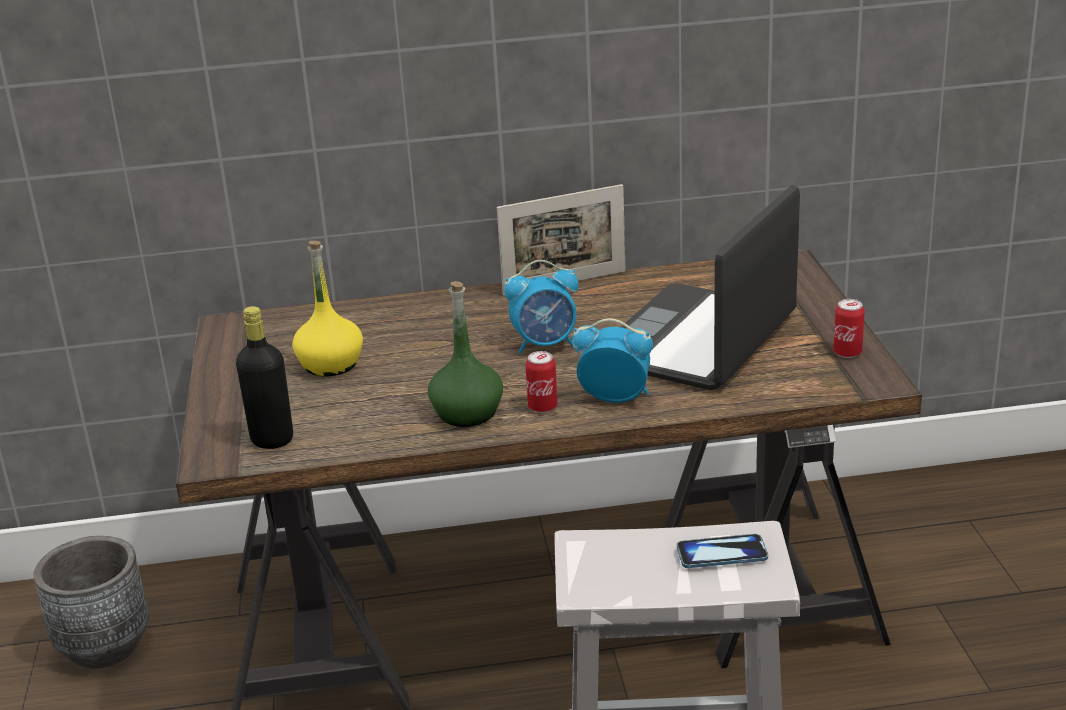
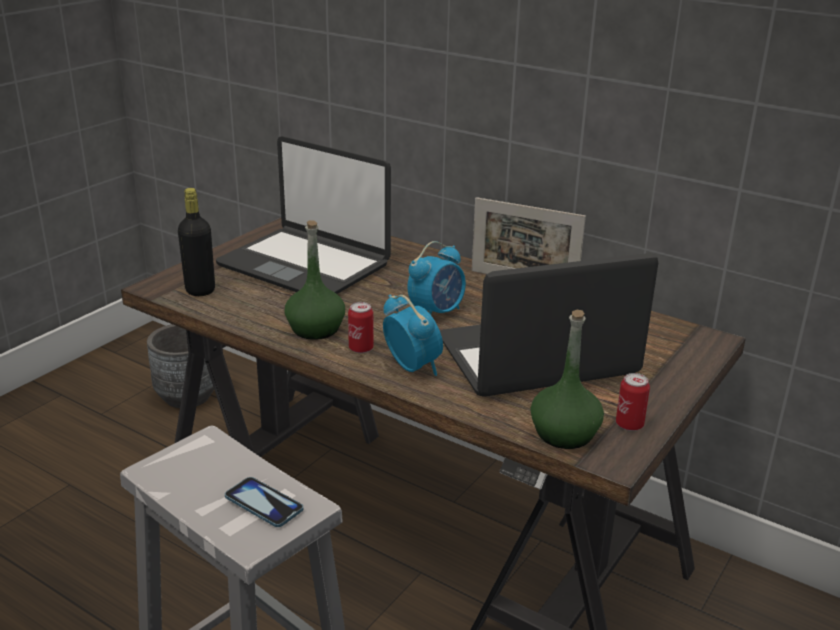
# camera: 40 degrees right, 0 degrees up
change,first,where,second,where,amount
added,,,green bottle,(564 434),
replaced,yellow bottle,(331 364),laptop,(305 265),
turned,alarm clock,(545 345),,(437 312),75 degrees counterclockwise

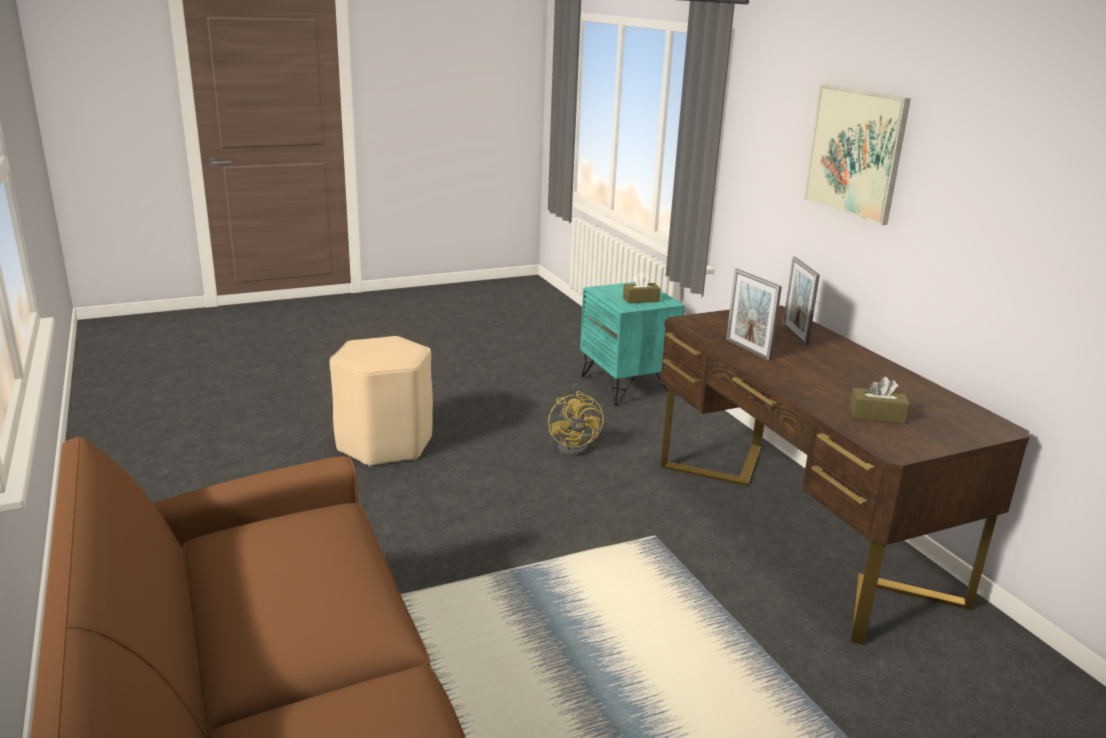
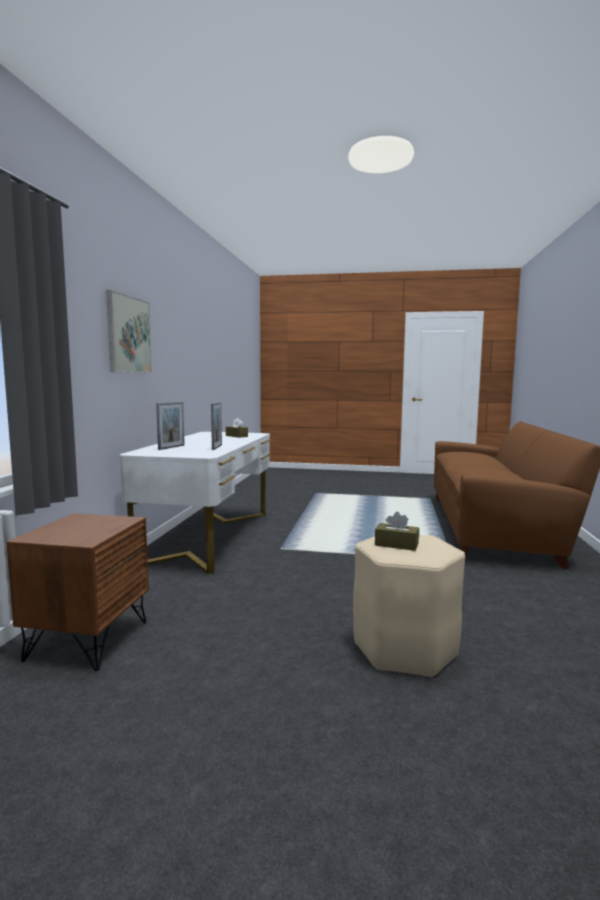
# camera: 145 degrees left, 15 degrees down
change,first,where,second,where,amount
removed,yellow fan,(577 447),,,
moved,brown tissue box,(641 299),,(396 544),
recoloured,turquoise nightstand,(627 386),brown nightstand,(87 640),
recoloured,brown desk,(797 528),white desk,(208 536),

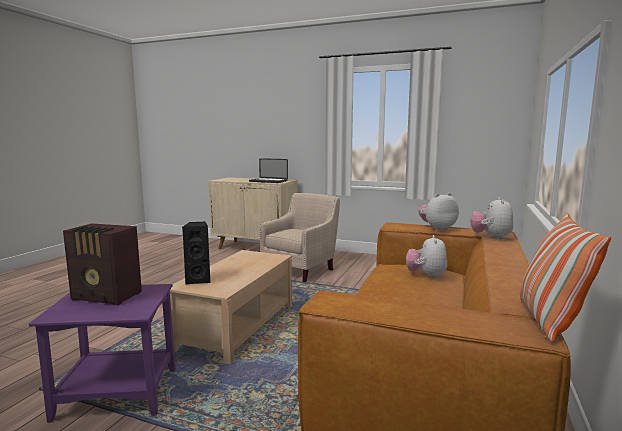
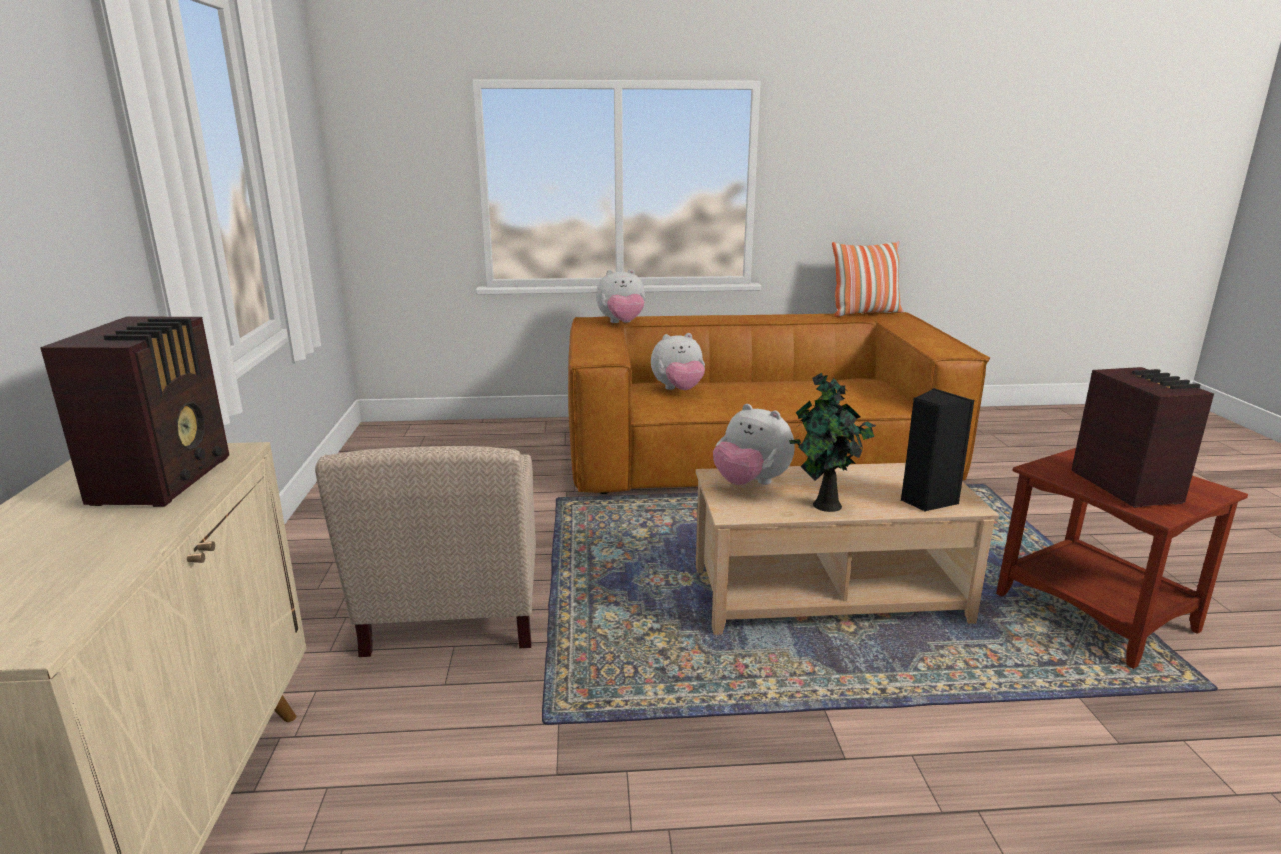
# camera: 115 degrees left, 10 degrees up
change,first,where,second,where,amount
added,,,potted plant,(825 506),
moved,plush toy,(437 229),,(751 483),
replaced,laptop,(268 181),radio,(166 479),
recoloured,purple side table,(117 394),brown side table,(1096 612),
turned,beige armchair,(301 269),,(450 620),105 degrees counterclockwise

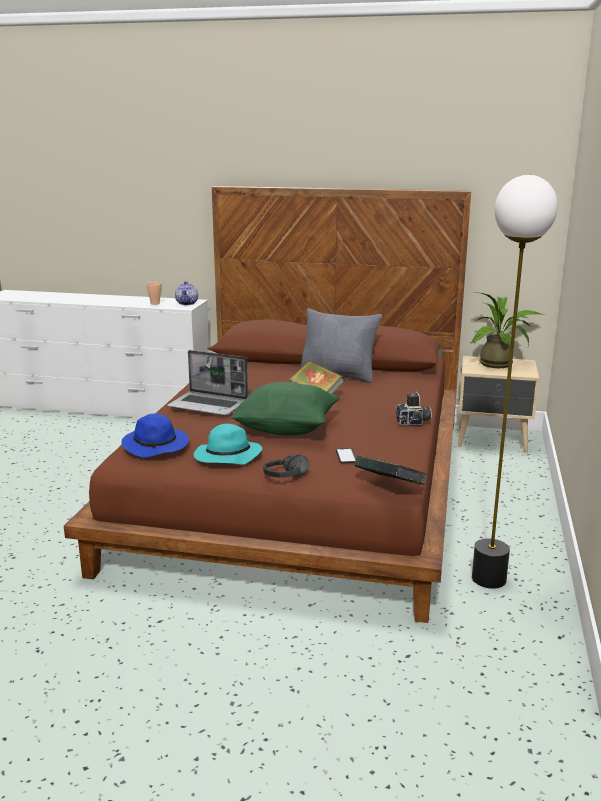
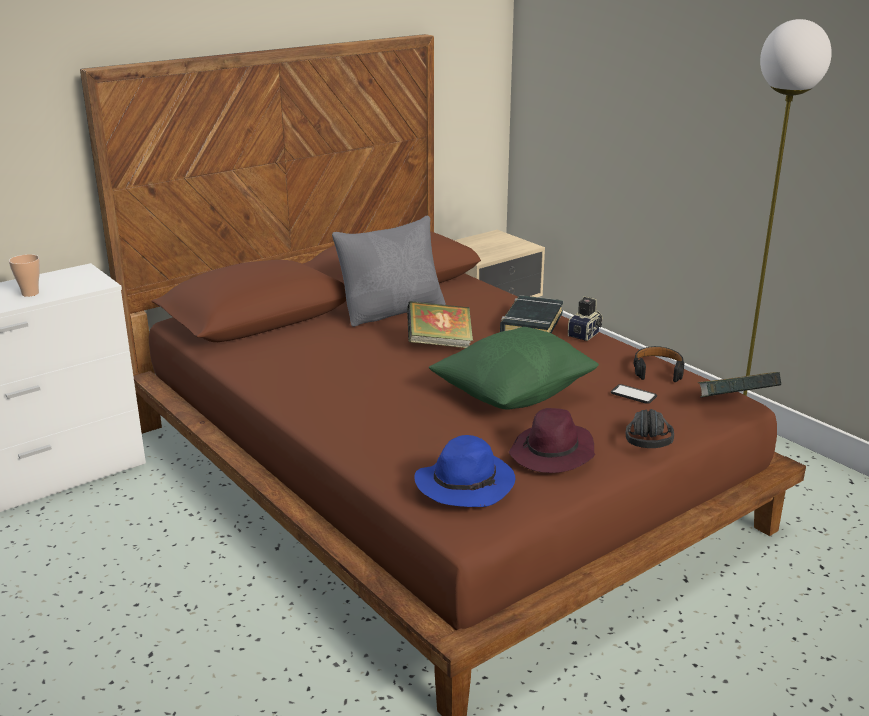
# camera: 50 degrees left, 5 degrees up
change,first,where,second,where,amount
removed,laptop,(209 405),,,
removed,teapot,(187 303),,,
removed,potted plant,(500 364),,,
added,,,black book,(531 323),
added,,,black headphones,(658 370),
recoloured,turquoise hat,(227 457),purple hat,(552 454),

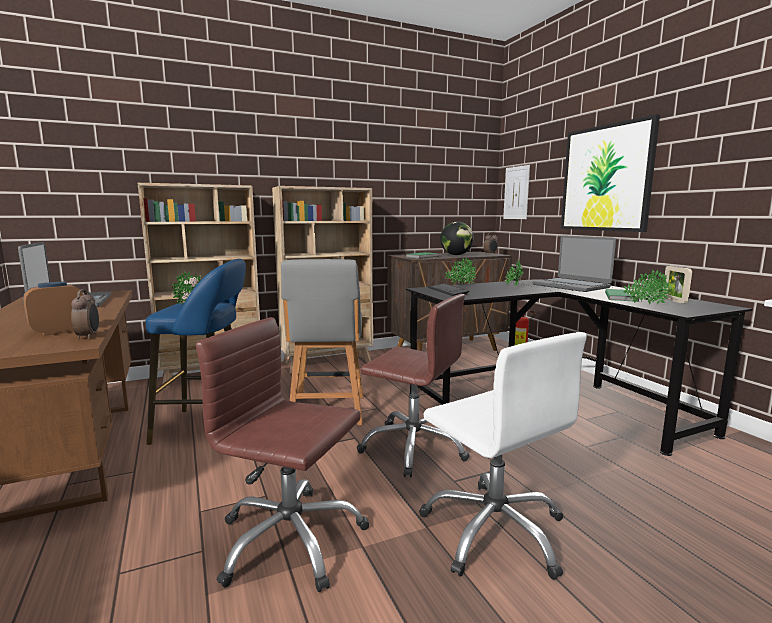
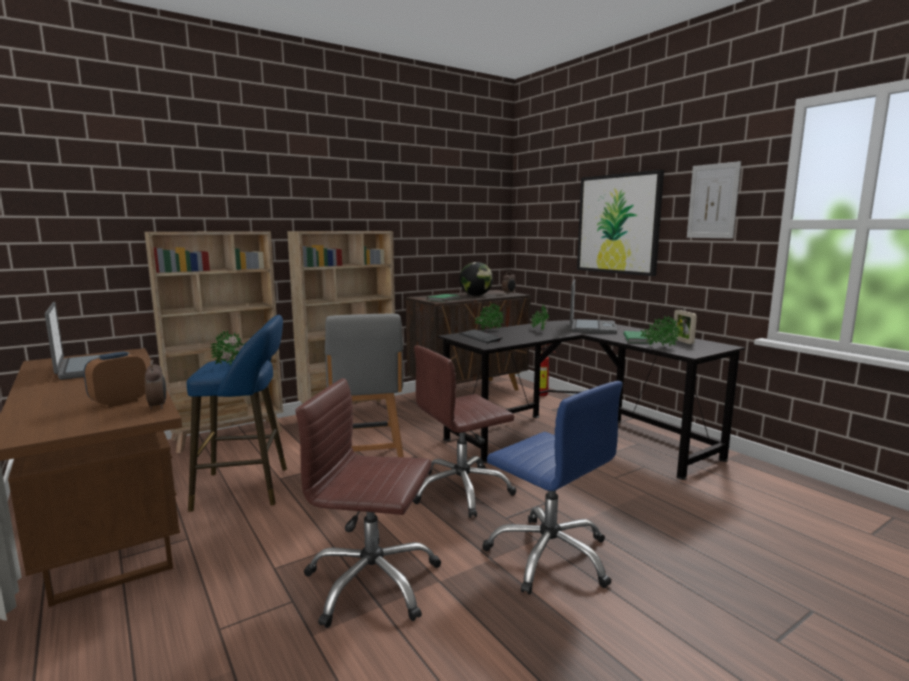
# camera: 10 degrees left, 0 degrees up
change,first,where,second,where,amount
moved,picture,(516 193),,(713 201),
recoloured,white office chair,(495 530),blue office chair,(550 555),
turned,brown office chair,(414 447),,(461 491),135 degrees clockwise
turned,laptop,(571 286),,(591 327),120 degrees counterclockwise

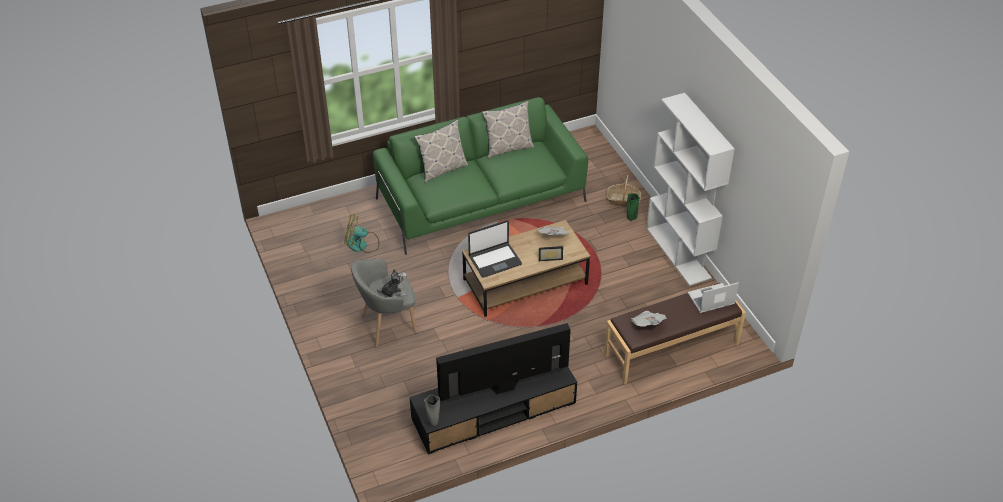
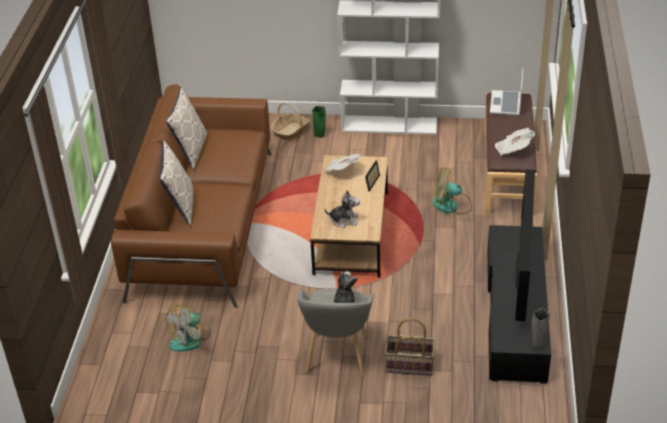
# camera: 60 degrees left, 5 degrees down
change,first,where,second,where,amount
added,,,basket,(409 365),
added,,,fan,(451 205),
replaced,laptop,(494 260),plush toy,(344 220),
recoloured,green sofa,(481 199),brown sofa,(202 223),

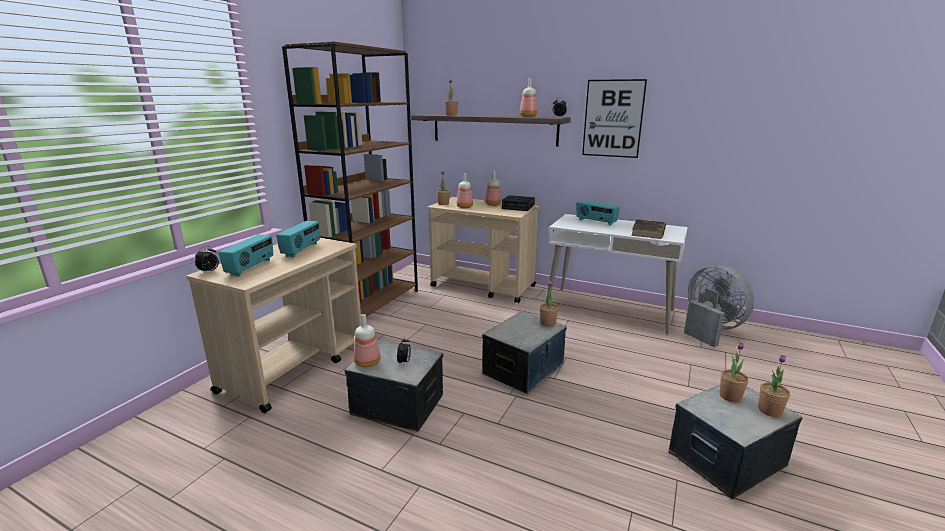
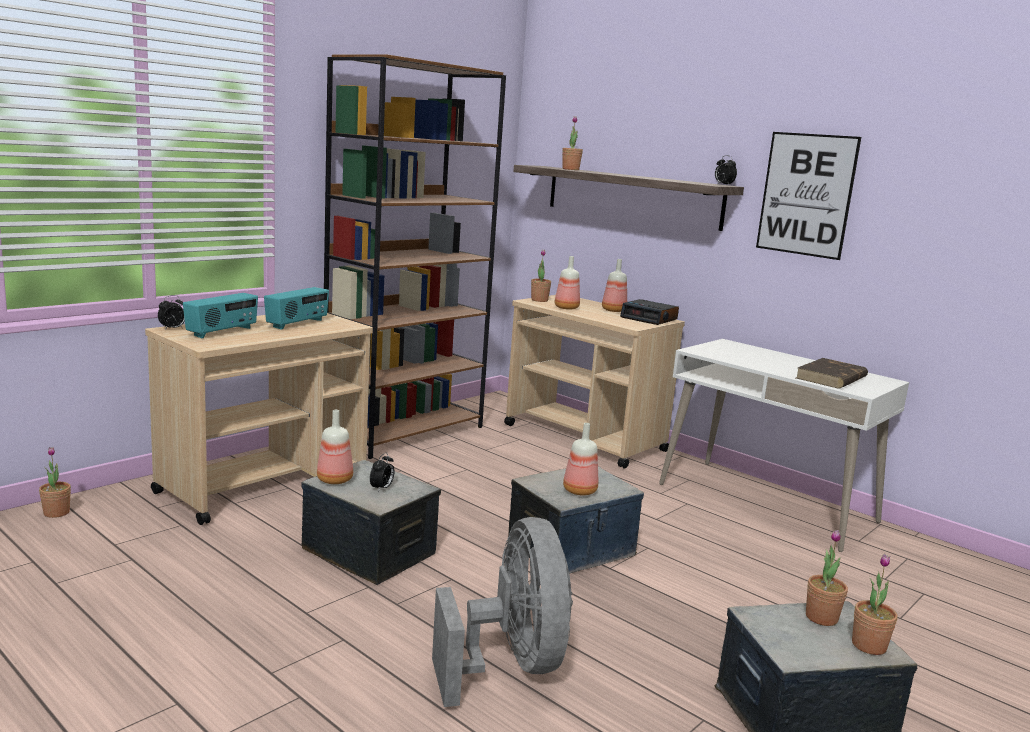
# camera: 15 degrees right, 5 degrees down
change,first,where,second,where,amount
removed,radio,(595 222),,,
moved,bottle,(527 116),,(578 491),
moved,potted plant,(548 323),,(56 513),
moved,grey fan,(710 329),,(510 665),

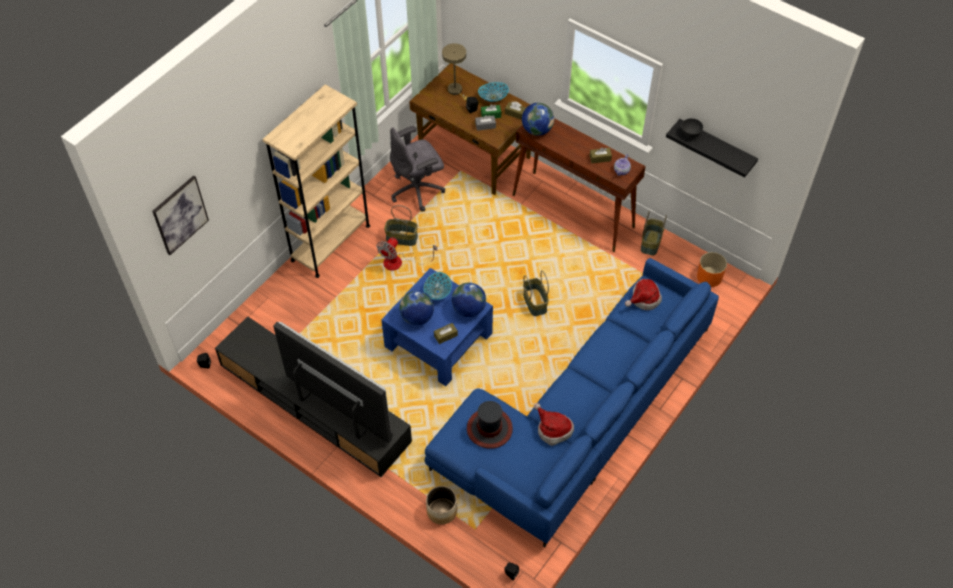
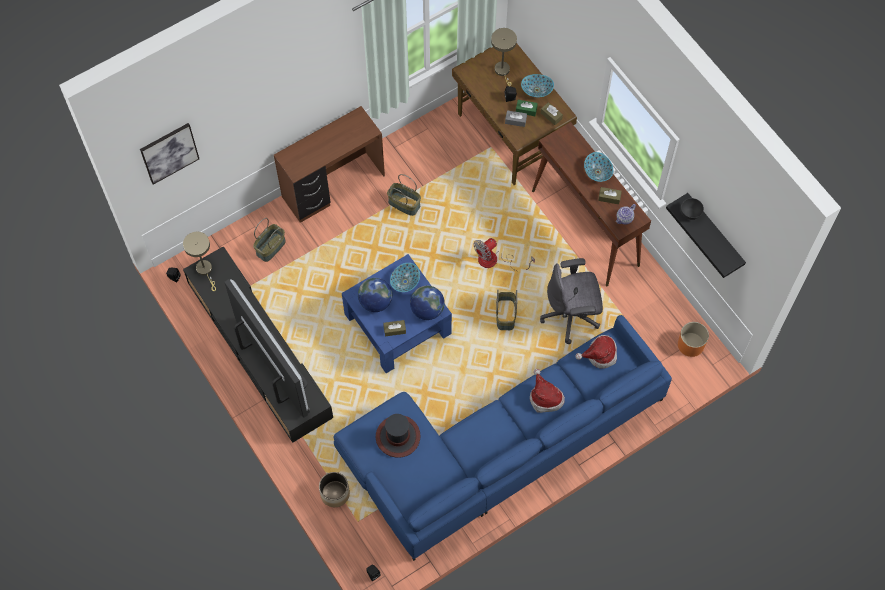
# camera: 20 degrees right, 10 degrees up
change,first,where,second,where,amount
removed,globe,(537 130),,,
added,,,beige table lamp,(205 270),
added,,,bowl,(597 172),
moved,fan,(400 262),,(495 261),
moved,grey office chair,(418 190),,(571 316),
moved,hat,(552 429),,(545 397),
moved,basket,(651 243),,(271 248),
replaced,beige bookcase,(330 243),brown desk,(334 187),

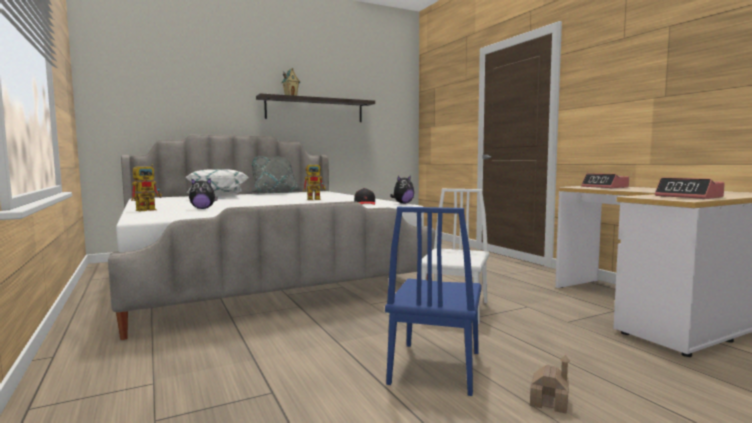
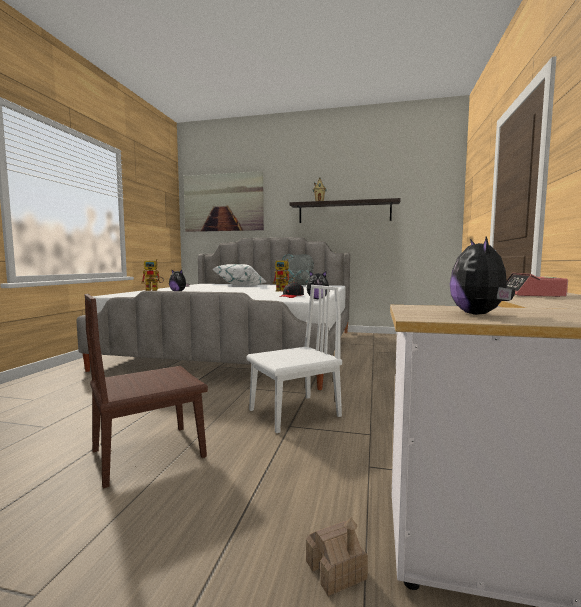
# camera: 40 degrees right, 0 degrees up
change,first,where,second,where,amount
added,,,picture,(223 202),
moved,toy house,(549 401),,(336 570),
replaced,alarm clock,(689 197),plush toy,(480 314),
recoloured,blue chair,(435 367),brown chair,(149 453),

